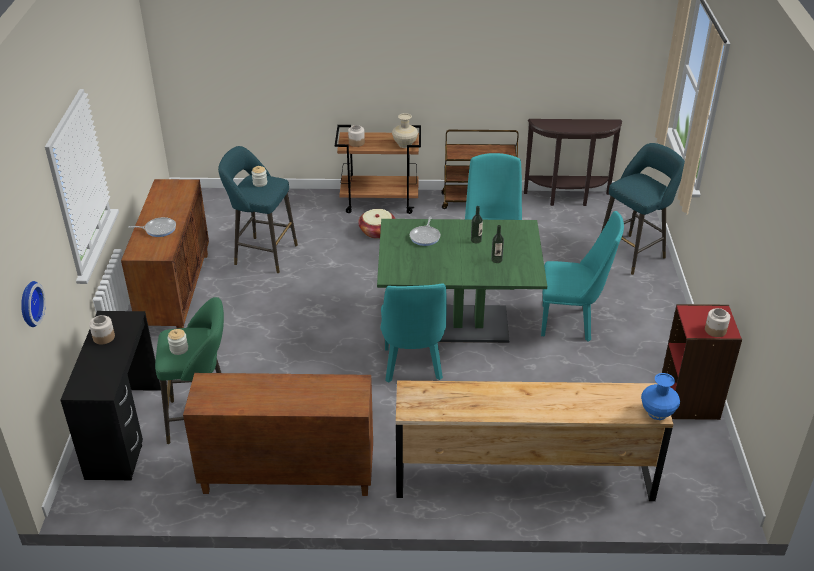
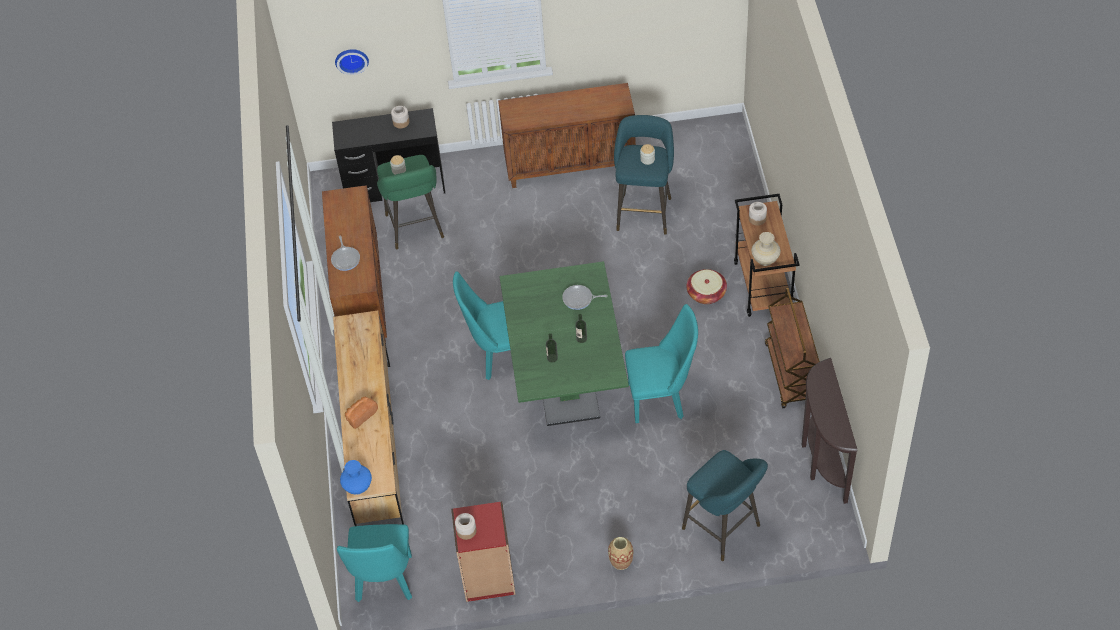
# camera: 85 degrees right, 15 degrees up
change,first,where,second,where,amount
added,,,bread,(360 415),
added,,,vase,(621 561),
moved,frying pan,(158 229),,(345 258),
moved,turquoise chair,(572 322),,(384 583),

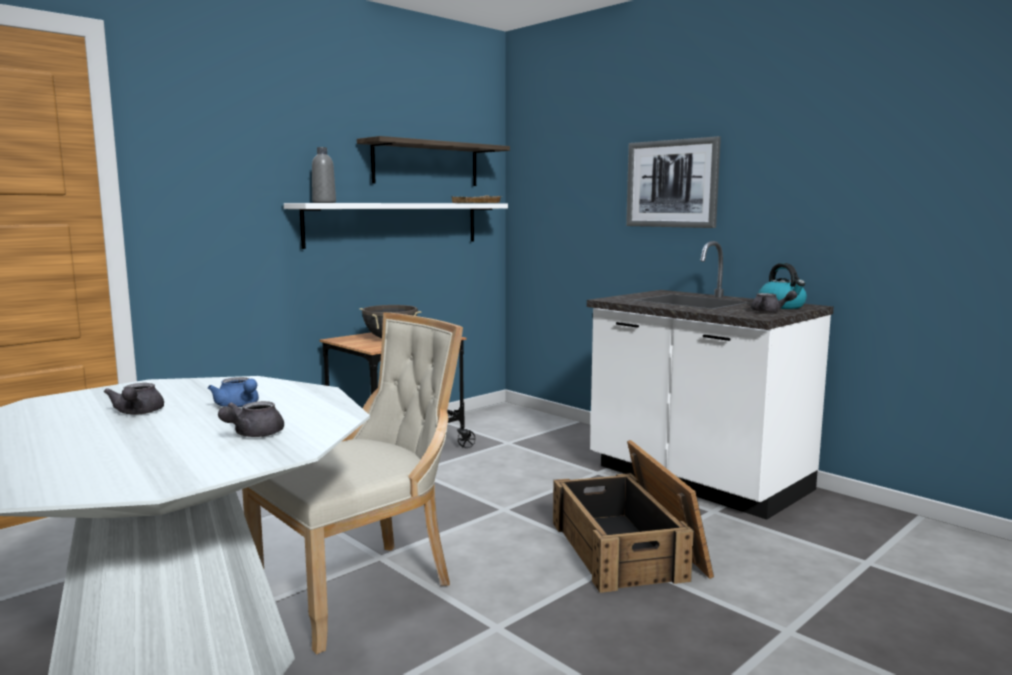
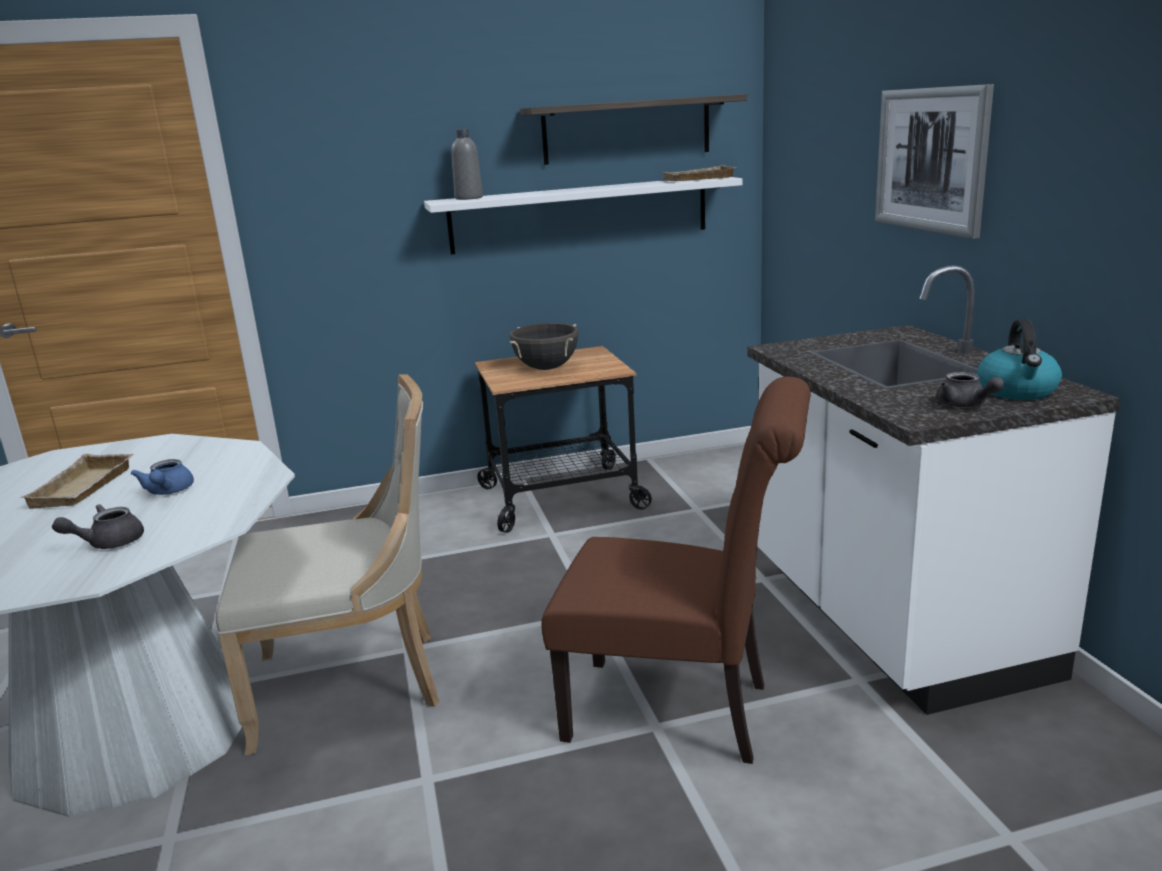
# camera: 30 degrees right, 10 degrees up
change,first,where,second,where,amount
replaced,grey teapot,(137 413),beige tray,(85 488),
replaced,crate,(629 549),brown chair,(681 712),

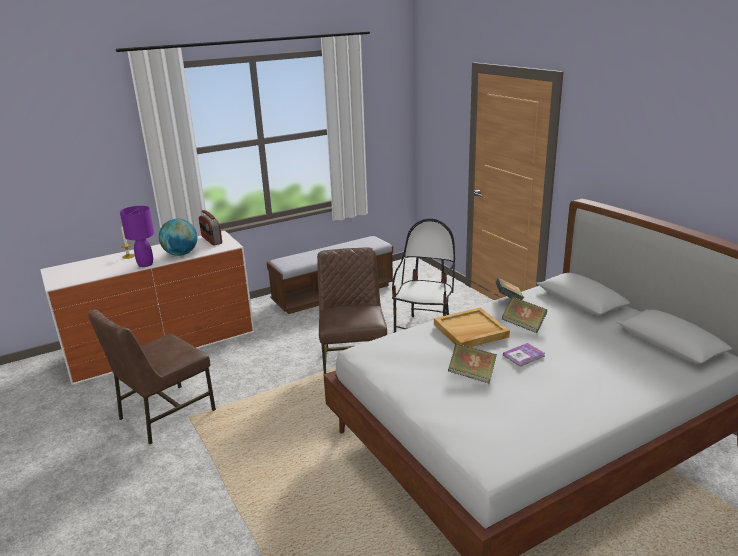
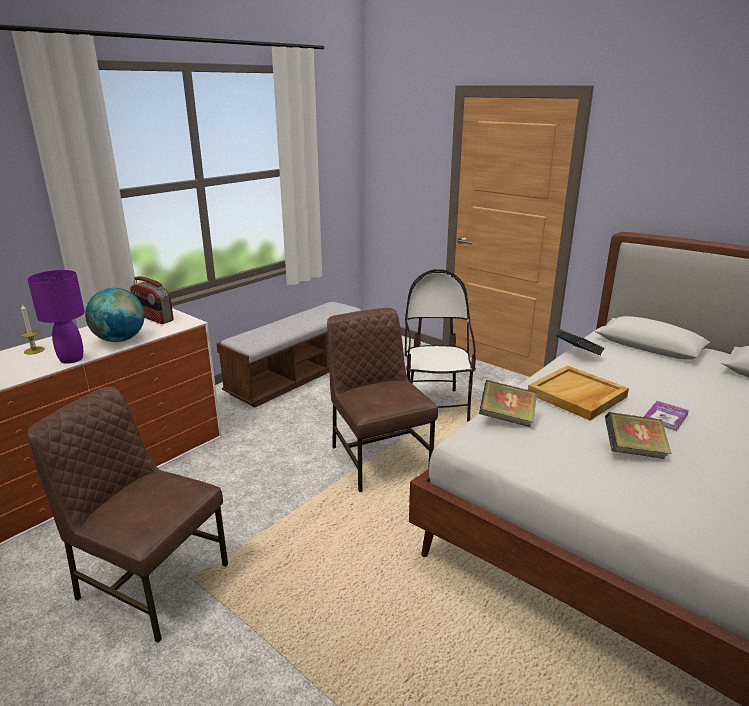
# camera: 20 degrees left, 0 degrees up
change,first,where,second,where,amount
moved,book,(523 325),,(506 418),
turned,brown chair,(165 414),,(150 582),90 degrees clockwise

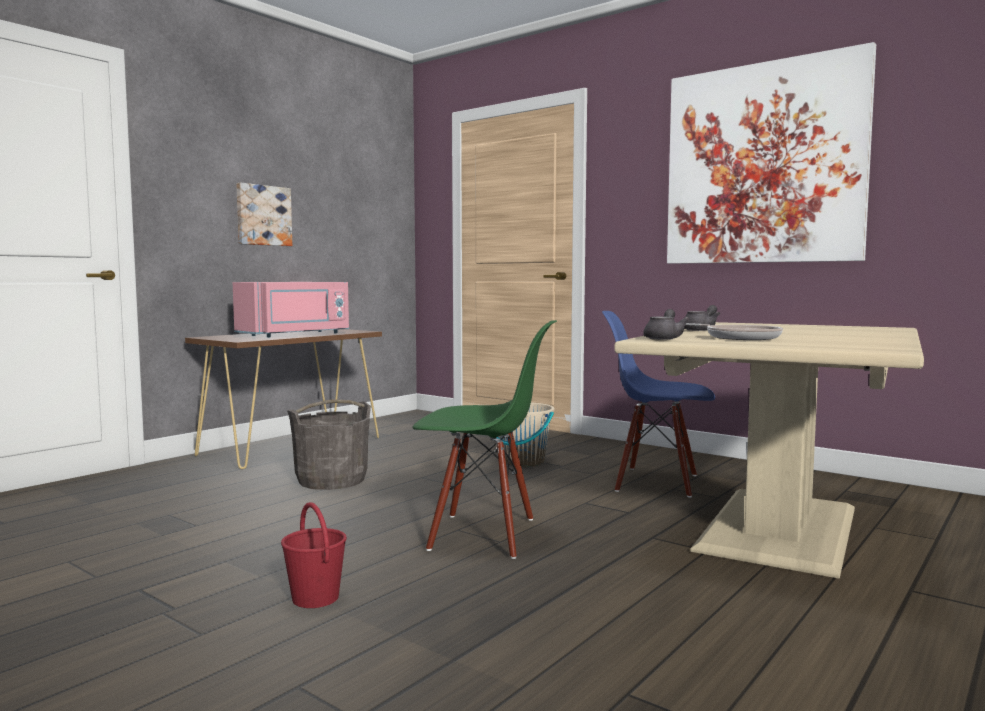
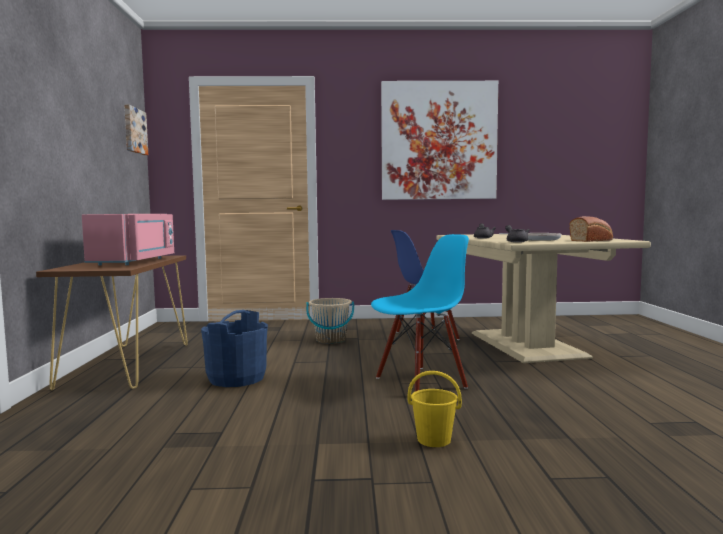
# camera: 40 degrees left, 0 degrees up
change,first,where,second,where,amount
added,,,bread,(592 240),
moved,picture,(263 215),,(134 130),
recoloured,red bucket,(316 598),yellow bucket,(434 440),
recoloured,grey bucket,(331 480),blue bucket,(236 378),
recoloured,green chair,(483 534),blue chair,(420 382),

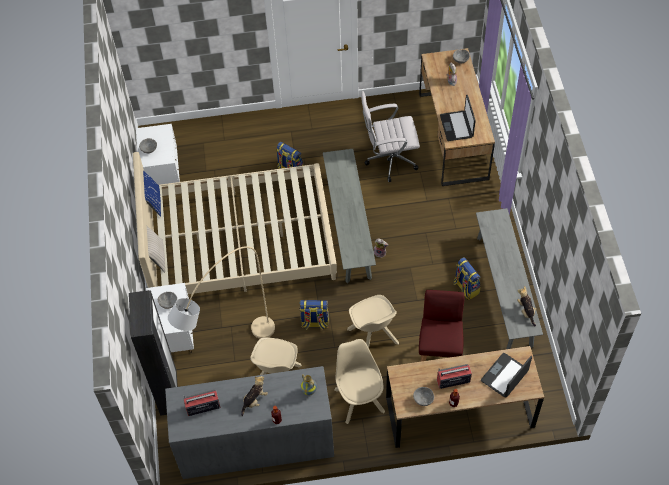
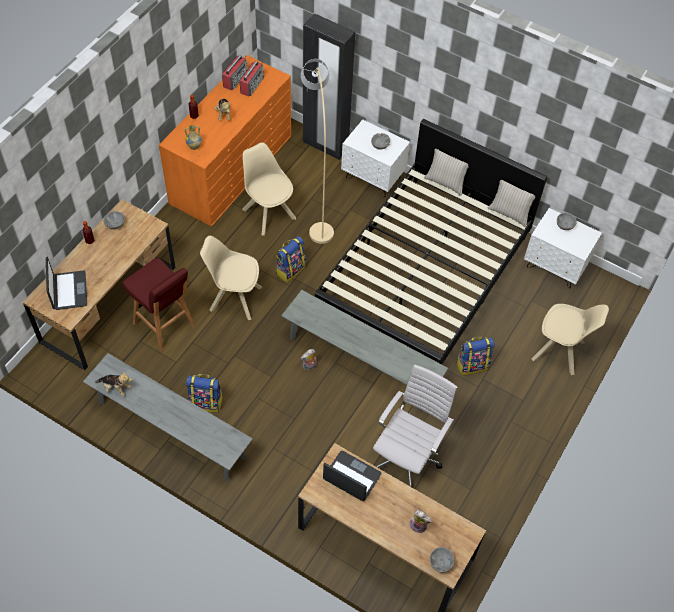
# camera: 125 degrees right, 0 degrees up
change,first,where,second,where,amount
moved,beige chair,(359 399),,(559 351),
moved,radio,(452 380),,(235 79),
recoloured,beige bed,(239 241),black bed,(425 274),
recoloured,blue pillow,(153 202),beige pillow,(509 213),
recoloured,grey dresser,(255 442),orange dresser,(231 168),

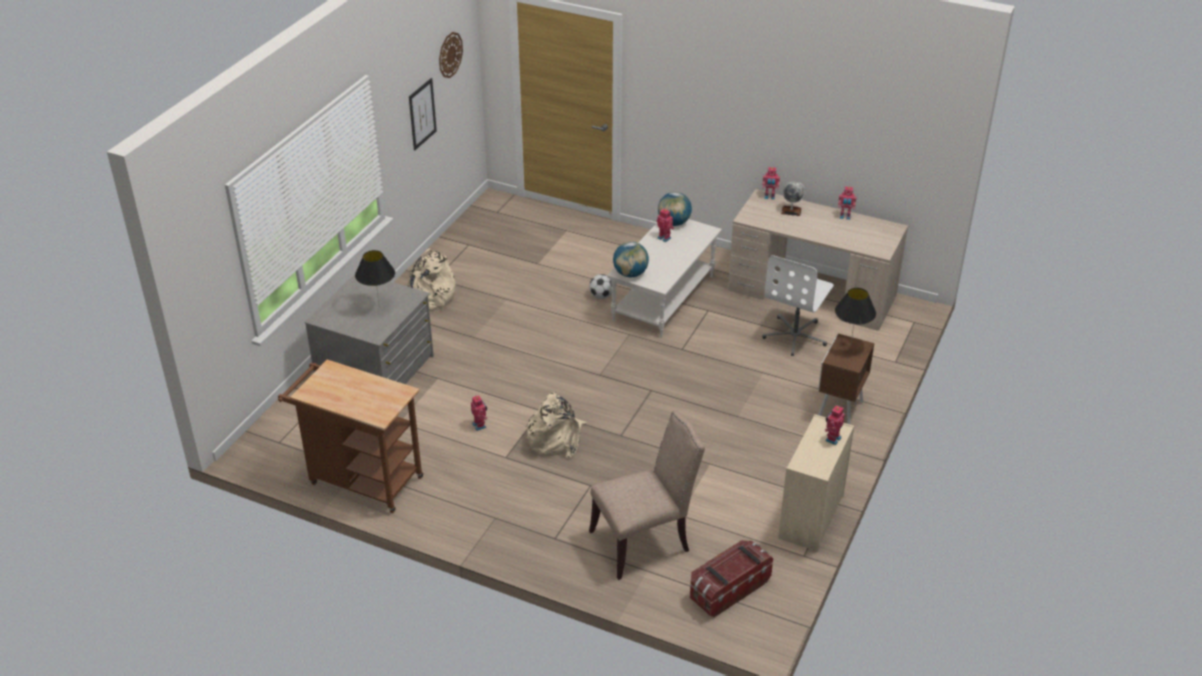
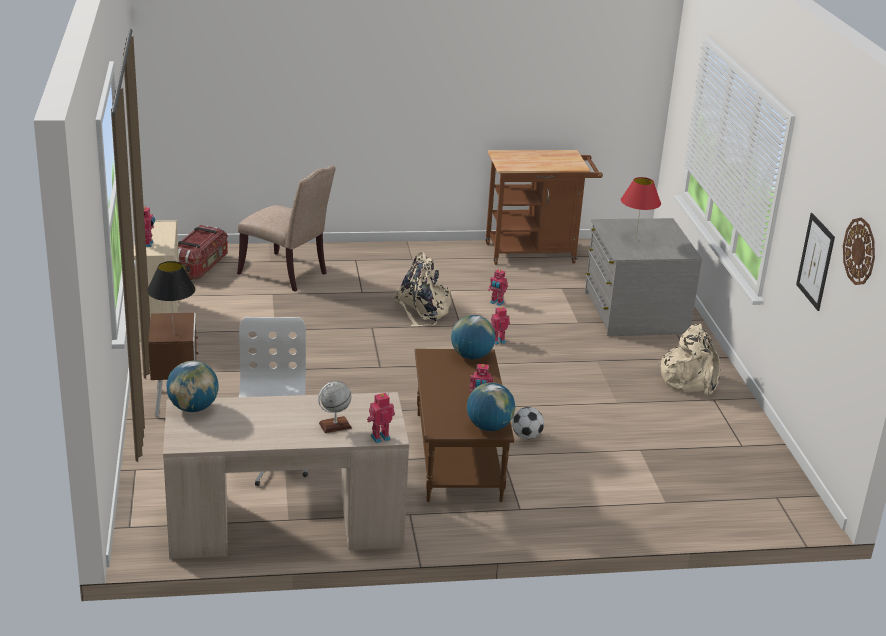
# camera: 145 degrees right, 10 degrees down
change,first,where,second,where,amount
added,,,globe,(193 408),
moved,toy robot,(845 217),,(498 341),
recoloured,black table lamp,(379 307),red table lamp,(635 240),
recoloured,white coffee table,(664 299),brown coffee table,(456 456),
turned,beige chair,(644 541),,(287 274),90 degrees counterclockwise

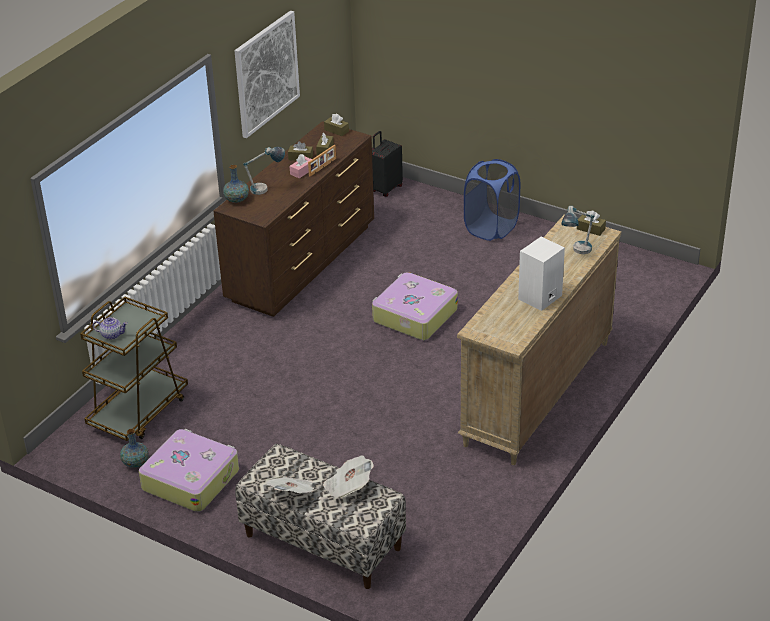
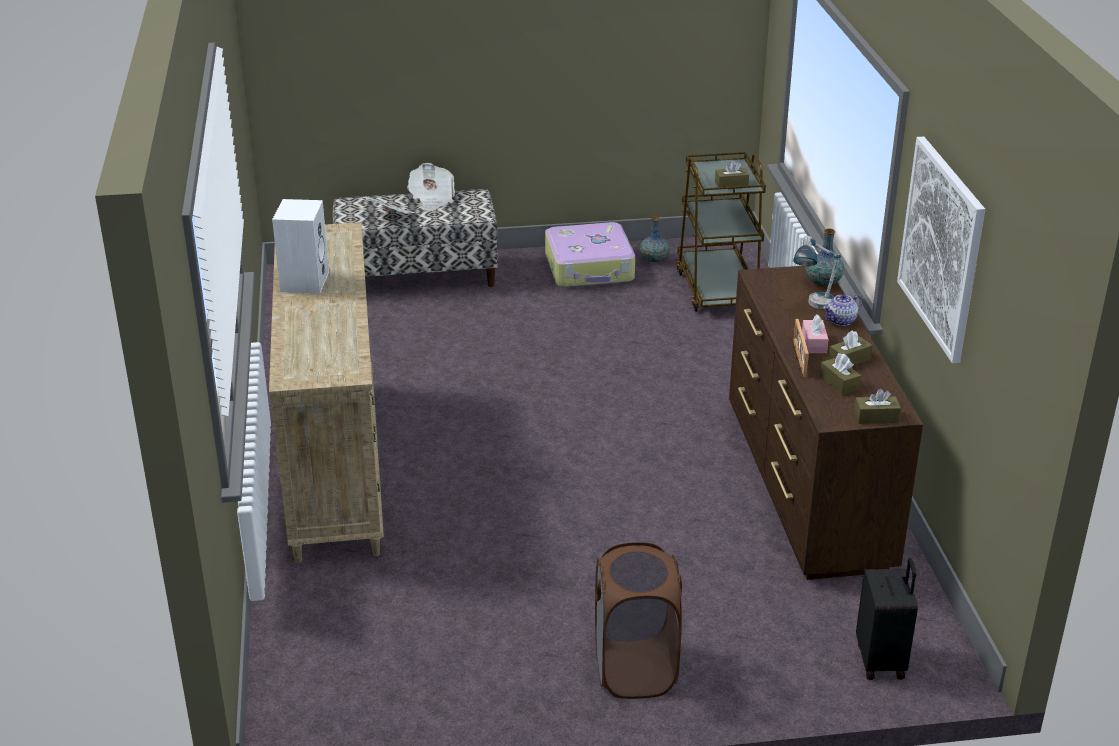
# camera: 140 degrees right, 5 degrees down
change,first,where,second,where,amount
removed,suitcase,(414 315),,,
removed,table lamp,(577 252),,,
moved,teapot,(111 335),,(841 321),
moved,brown tissue box,(591 229),,(731 184),
recoloured,blue laundry basket,(491 228),brown laundry basket,(634 670),

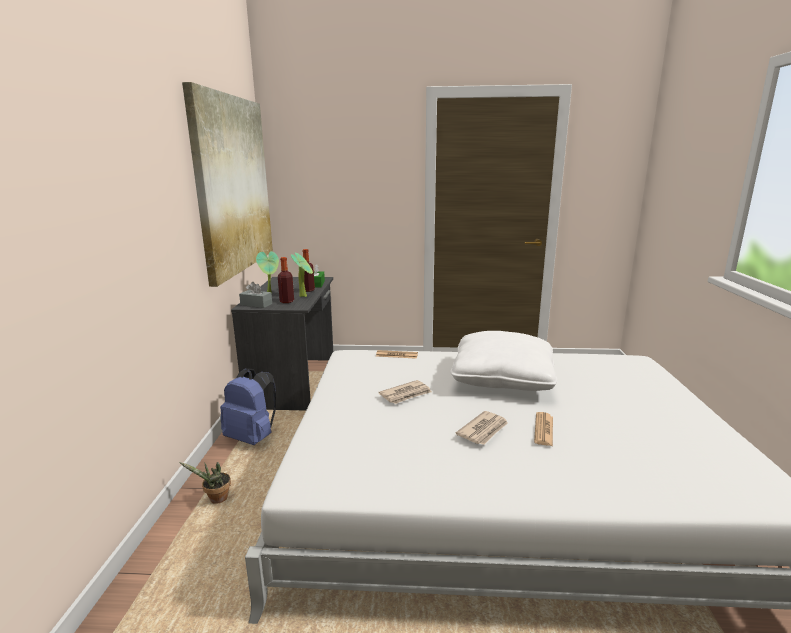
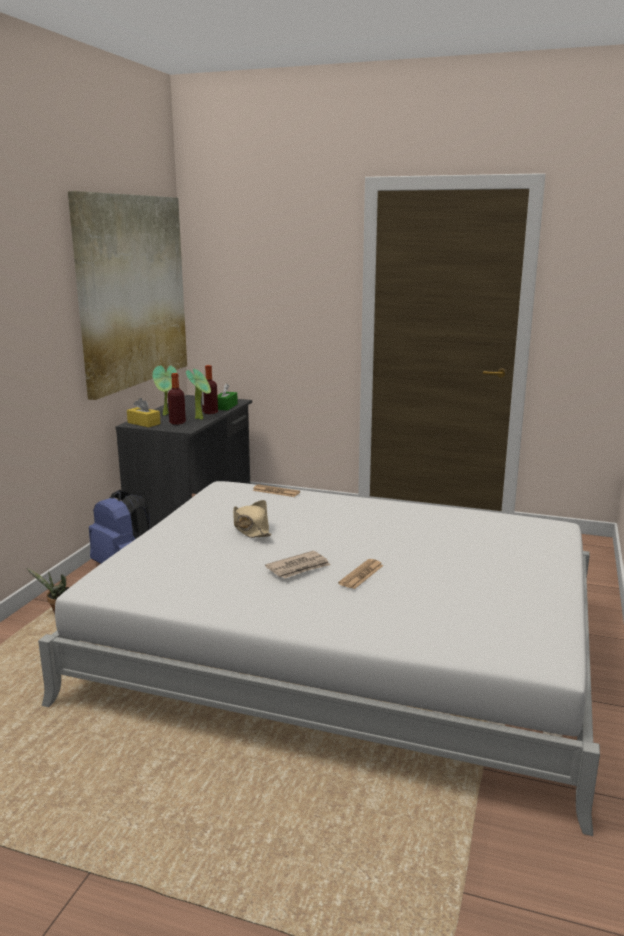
# camera: 15 degrees right, 0 degrees up
change,first,where,second,where,amount
removed,white pillow,(502 378),,,
replaced,newspaper,(406 394),beige hat,(251 528),
recoloured,grey tissue box,(256 304),yellow tissue box,(144 423),

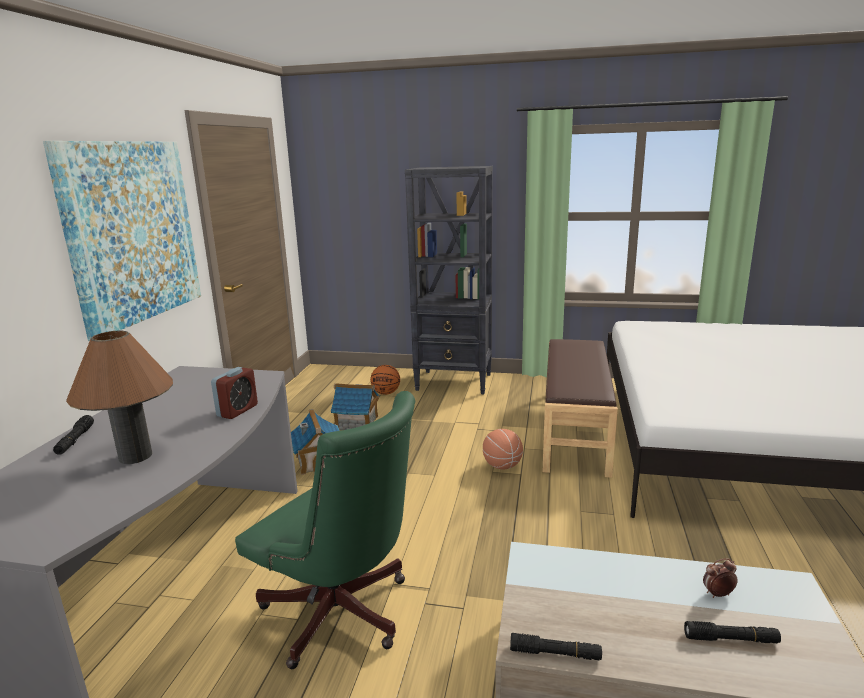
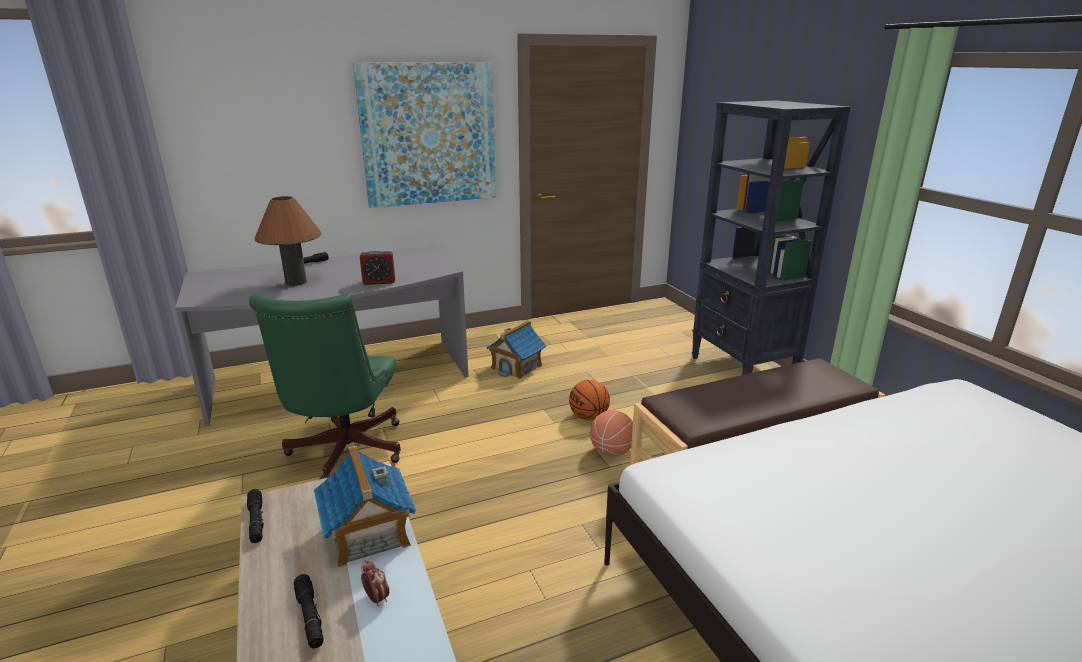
# camera: 55 degrees right, 5 degrees up
change,first,where,second,where,amount
moved,toy house,(357 423),,(368 534),
moved,basketball,(386 393),,(588 417),

